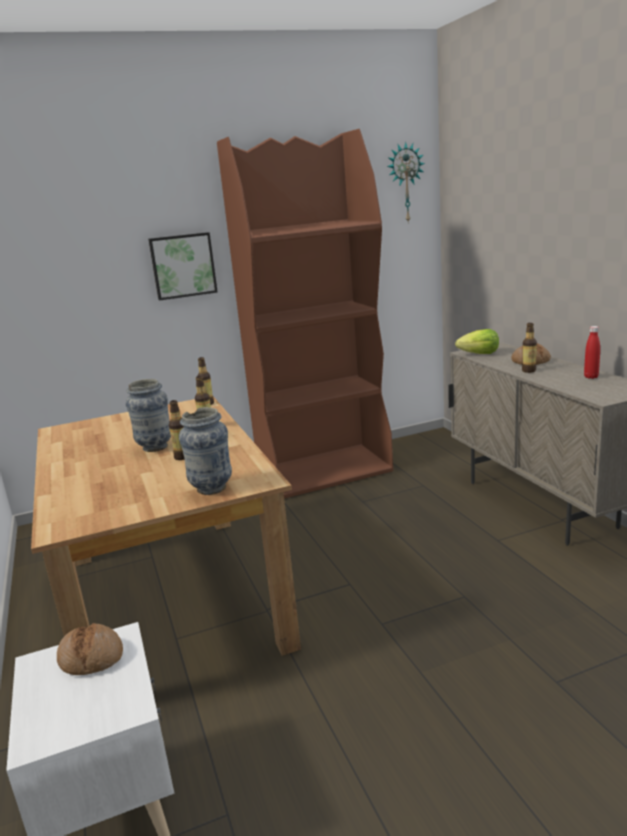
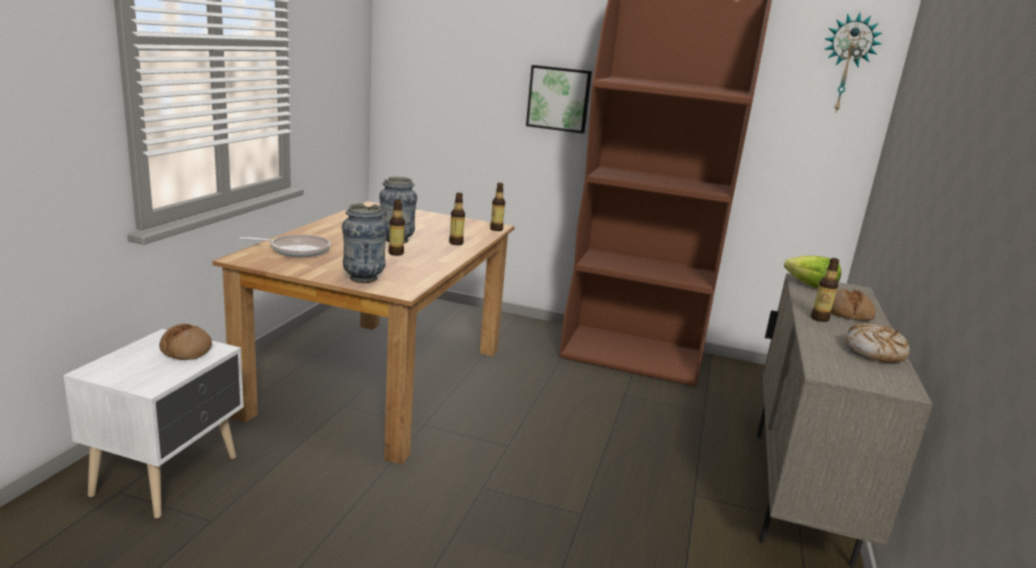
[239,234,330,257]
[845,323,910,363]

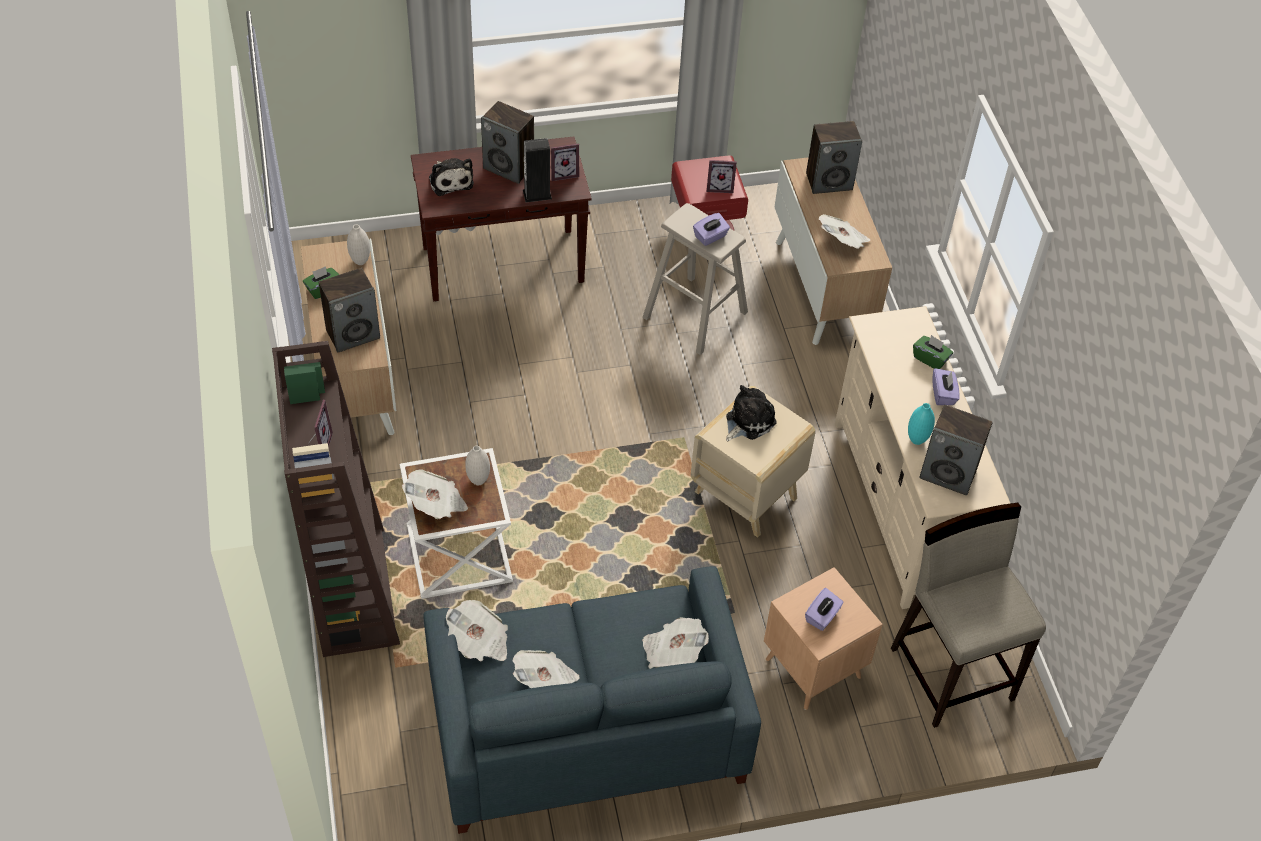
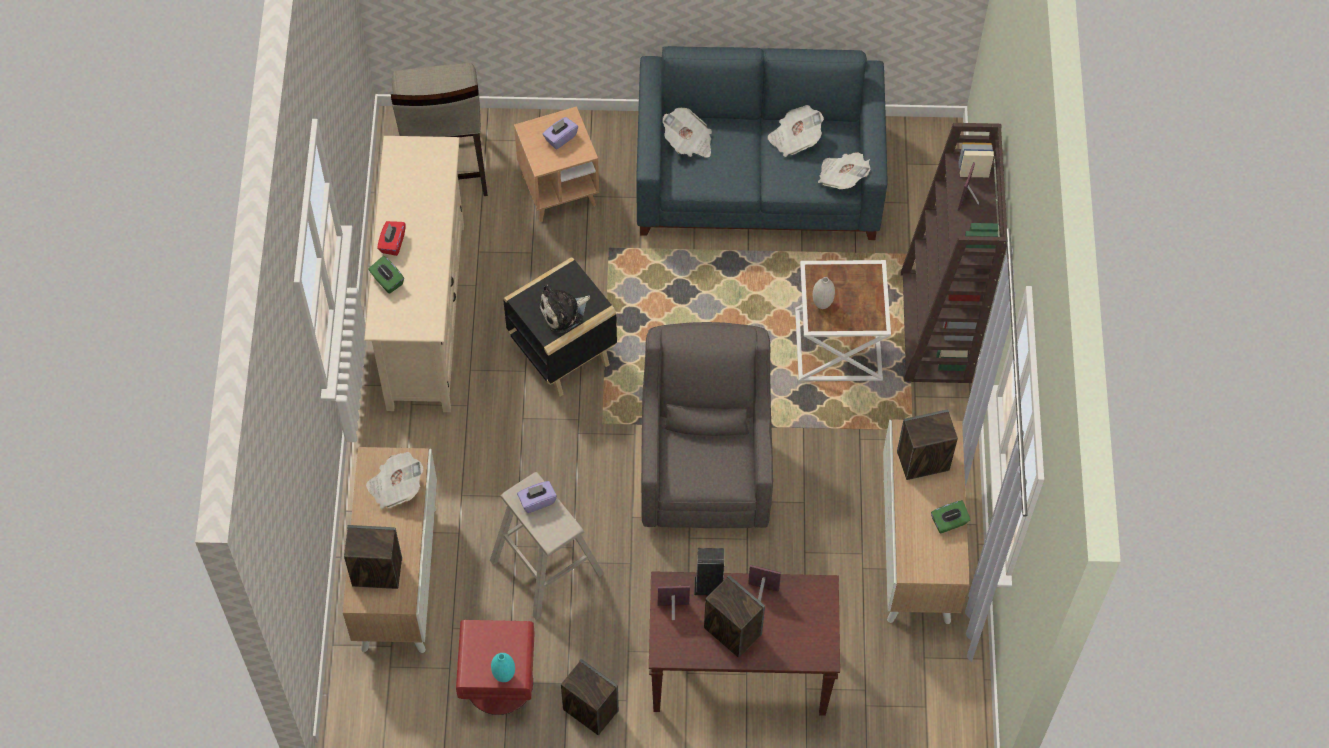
[347,224,370,265] (first image)
[402,469,468,519] (first image)
[429,158,474,196] (first image)
[641,322,773,528]
[748,565,781,602]
[491,653,515,682]
[561,659,619,735]
[503,258,617,397]
[377,221,406,256]

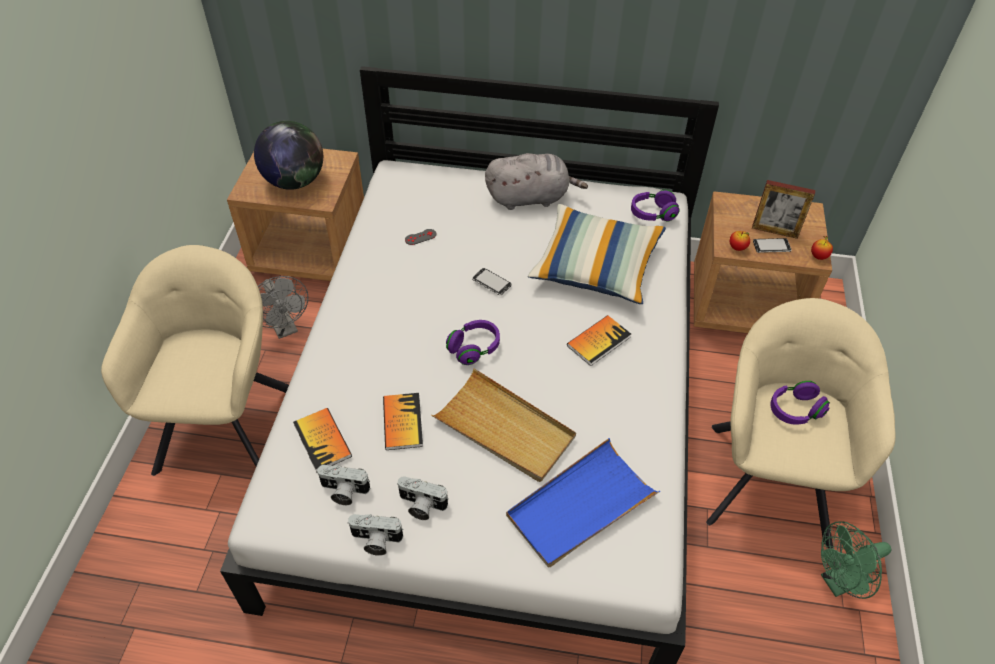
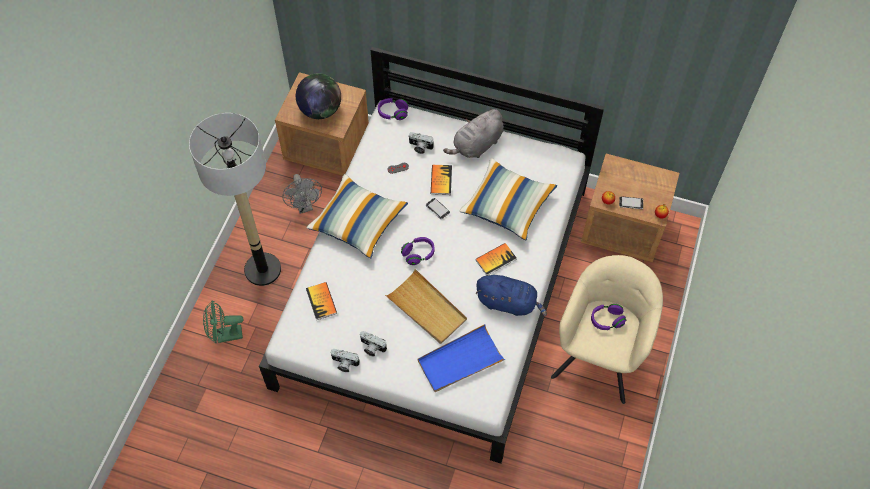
[752,180,815,239] (first image)
[306,174,408,259]
[475,275,547,316]
[409,132,434,154]
[431,165,452,195]
[378,98,408,120]
[203,300,243,343]
[189,113,281,286]
[443,109,503,158]

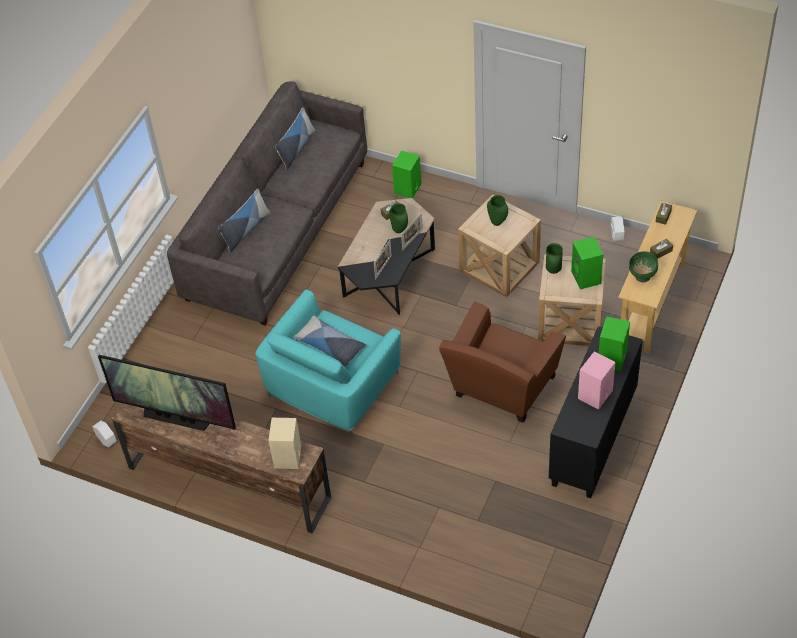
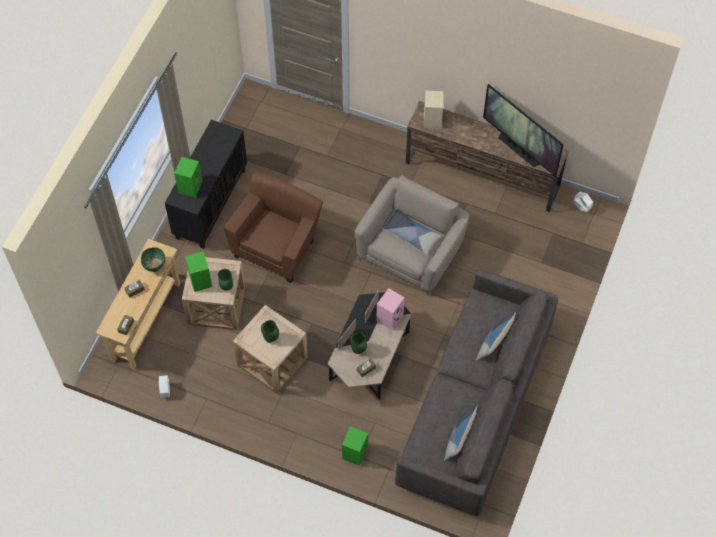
[376,288,405,330]
[354,175,469,296]
[483,84,564,177]

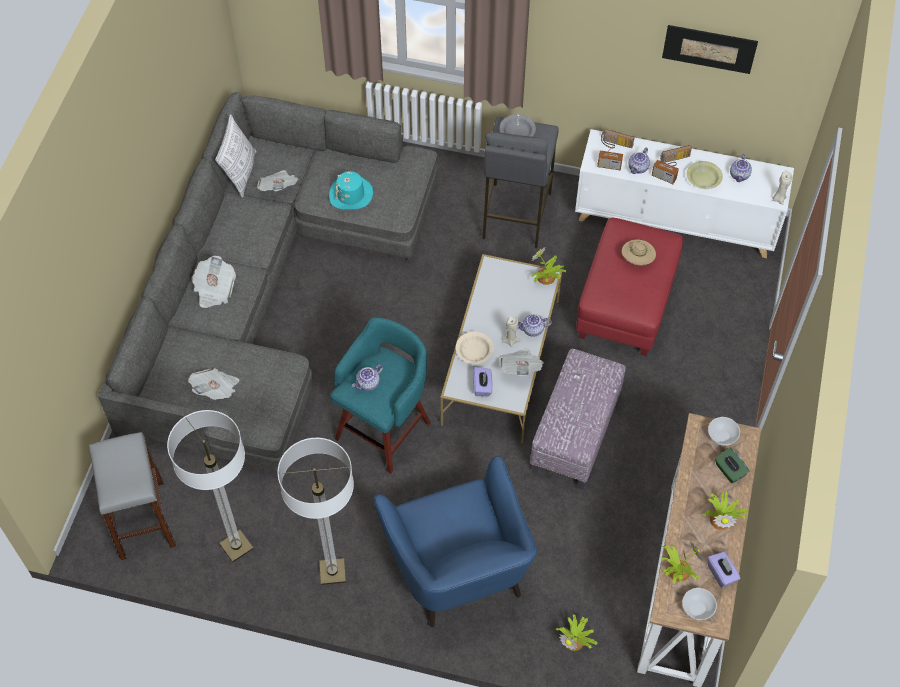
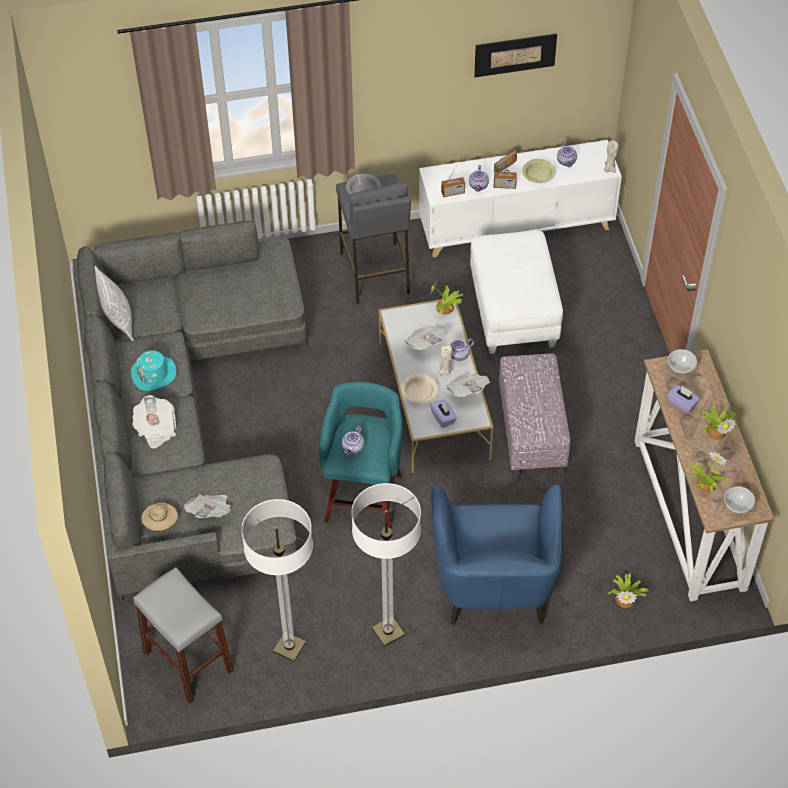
[601,129,634,148] (first image)
[715,447,749,483] (first image)
[404,326,448,350]
[131,350,177,391]
[141,503,178,531]
[668,385,700,414]
[470,231,563,354]
[431,484,562,625]

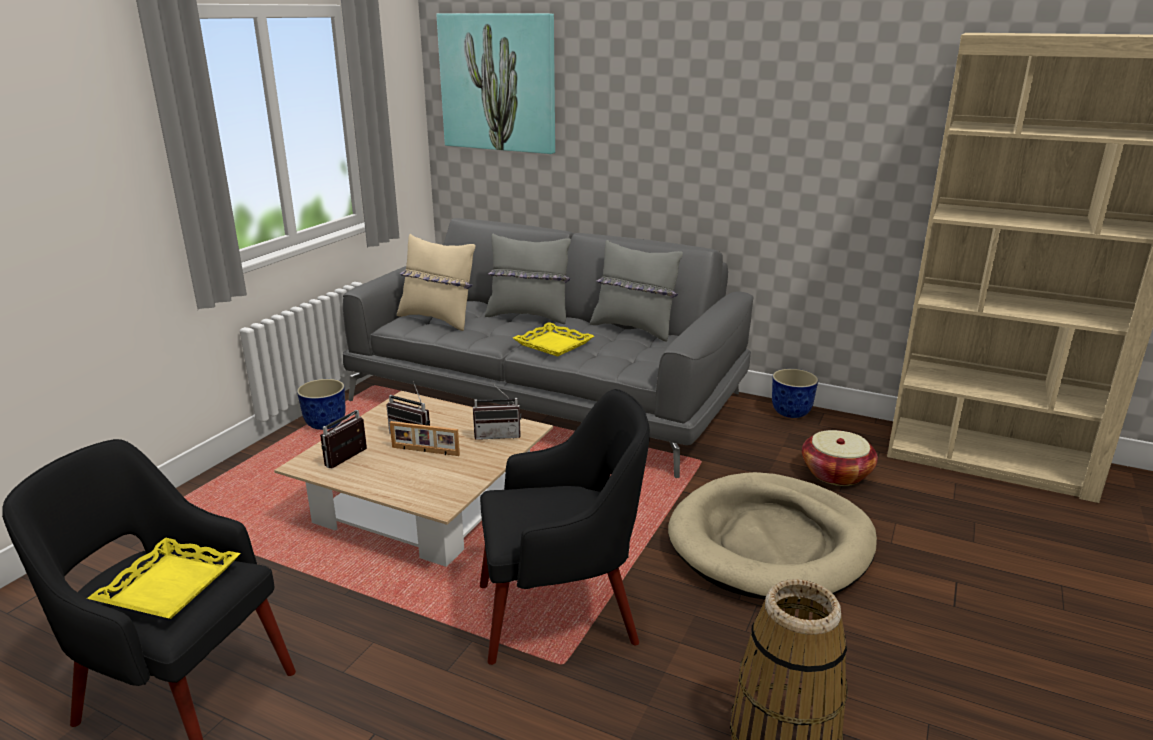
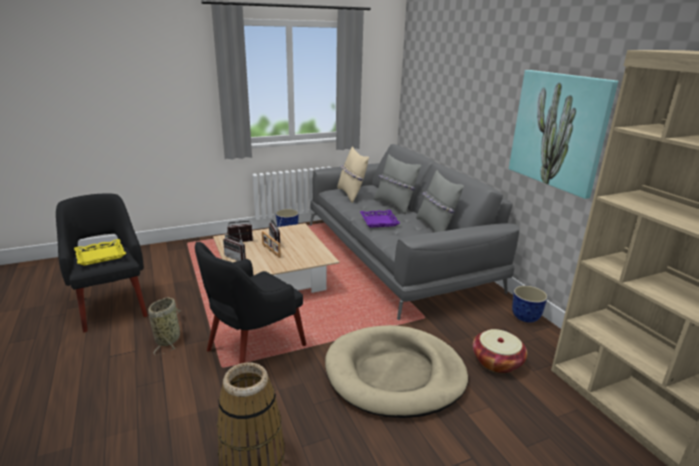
[148,297,181,355]
[509,70,618,199]
[223,230,246,261]
[360,210,400,228]
[195,242,306,364]

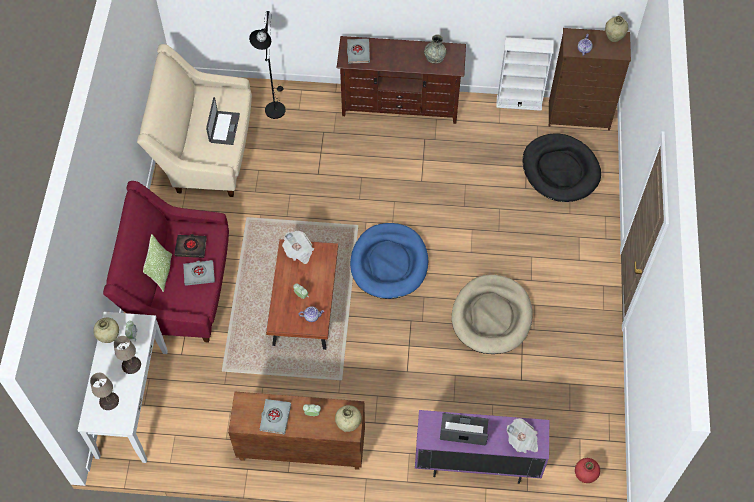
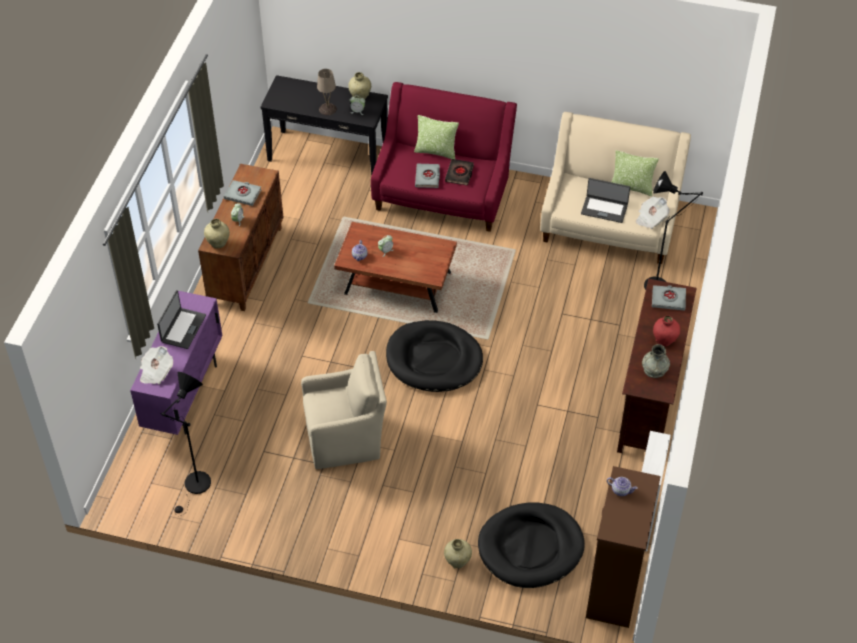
[90,373,119,410] (first image)
[161,372,211,516]
[612,150,659,196]
[635,196,670,229]
[653,315,680,346]
[444,539,472,568]
[301,351,387,469]
[261,75,388,176]
[386,320,483,392]

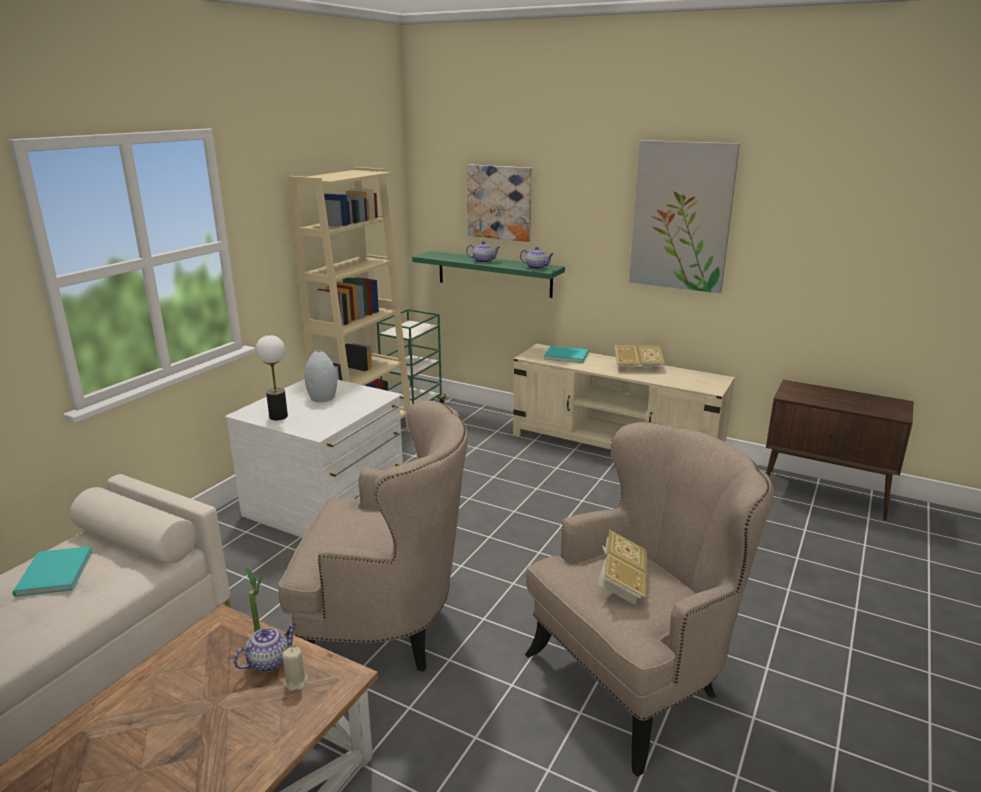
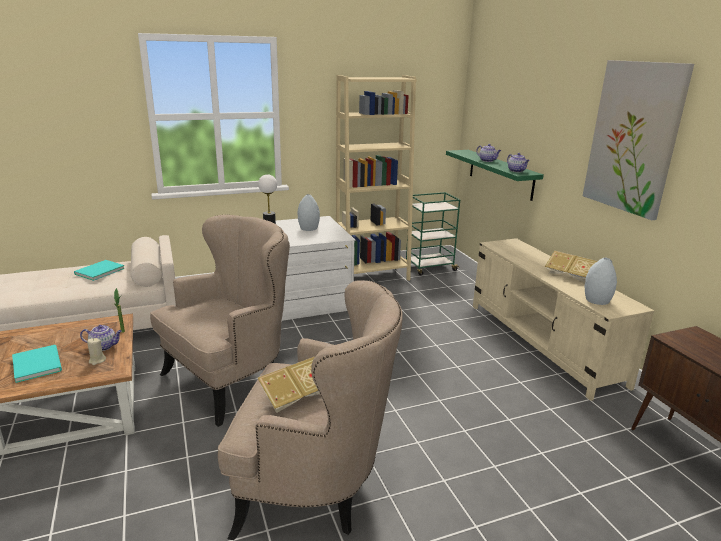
[467,164,532,242] (first image)
[585,258,617,305]
[12,345,62,383]
[150,215,290,427]

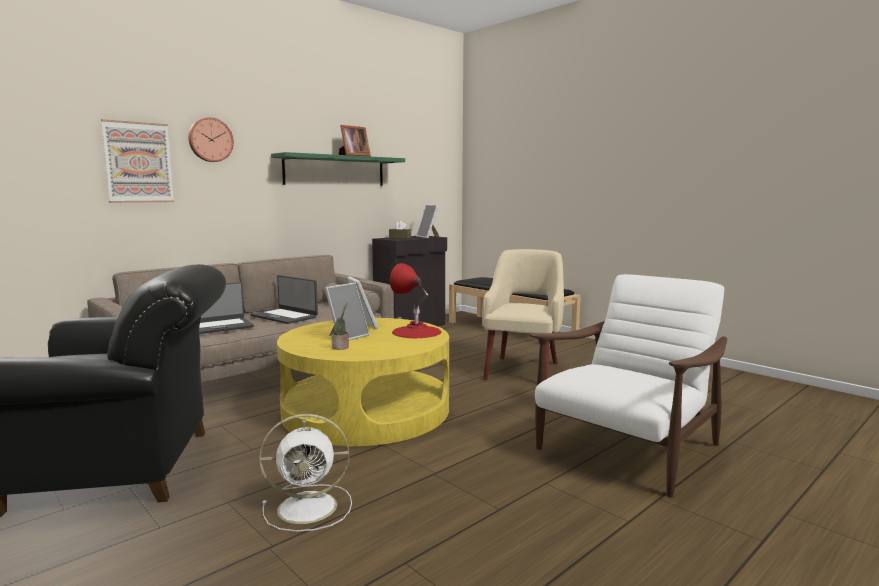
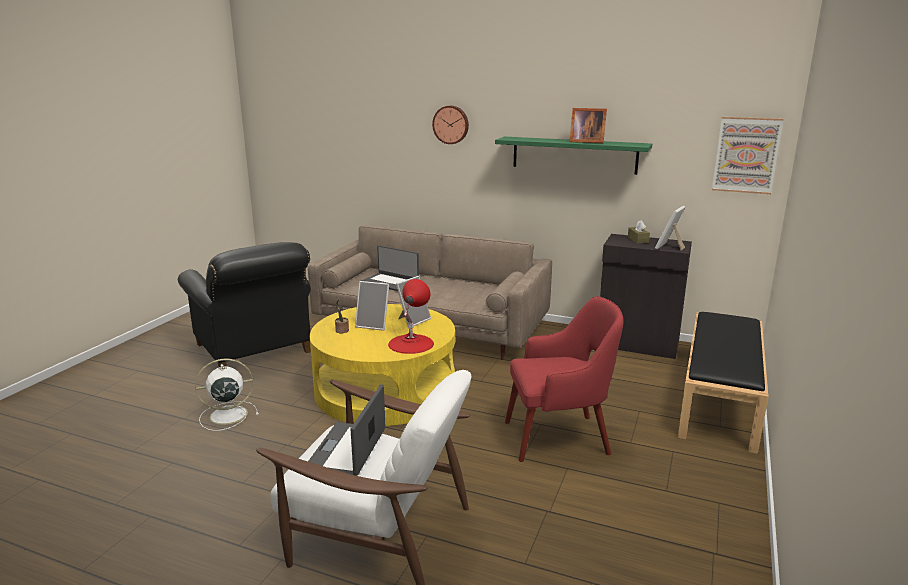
[712,117,784,194]
[308,384,386,476]
[505,296,624,462]
[195,358,259,431]

